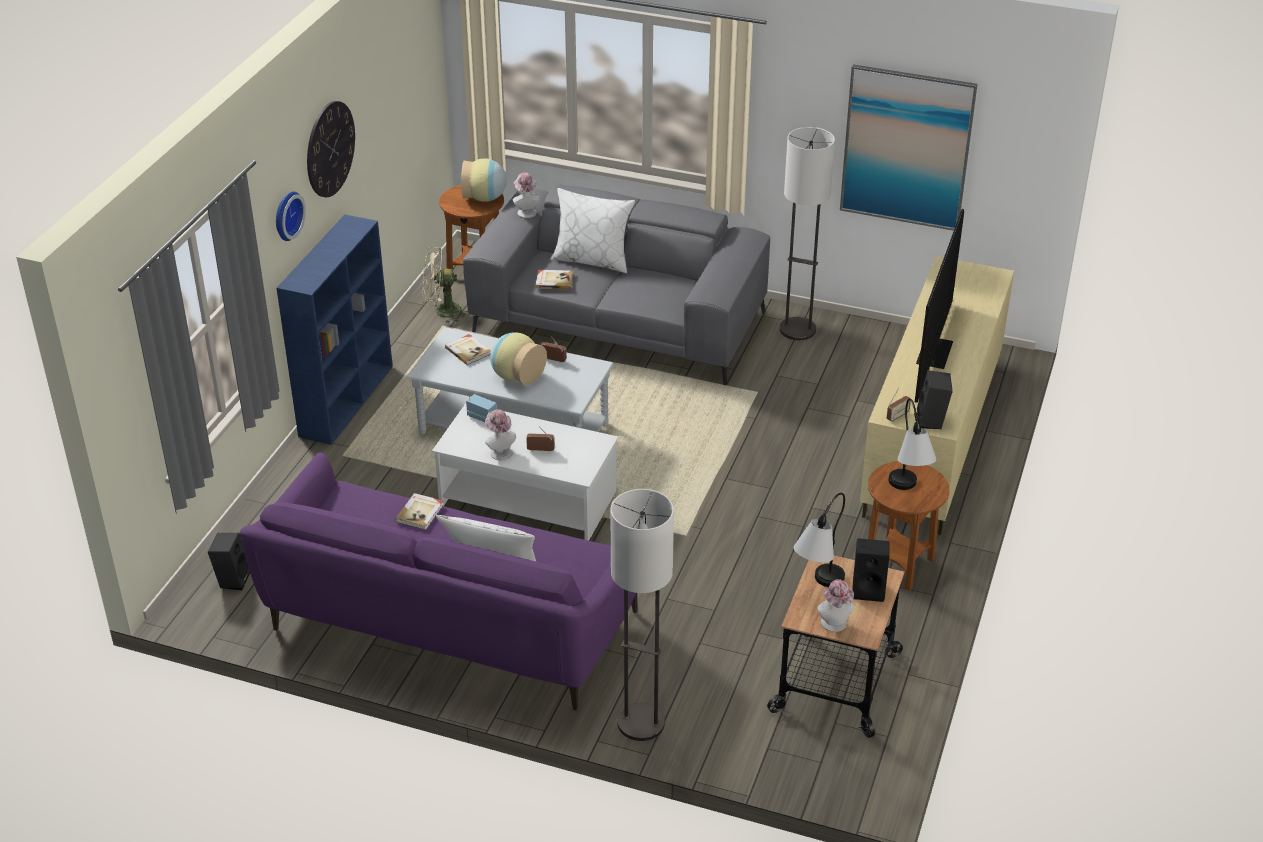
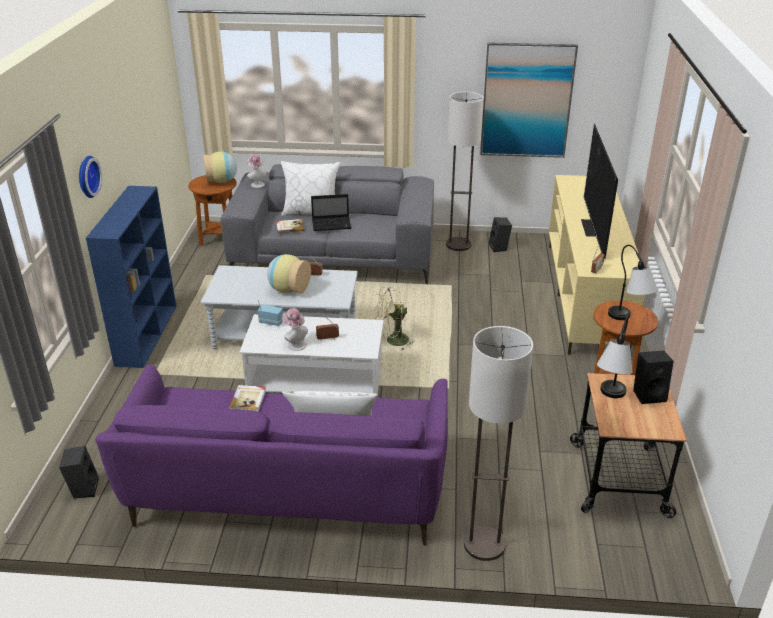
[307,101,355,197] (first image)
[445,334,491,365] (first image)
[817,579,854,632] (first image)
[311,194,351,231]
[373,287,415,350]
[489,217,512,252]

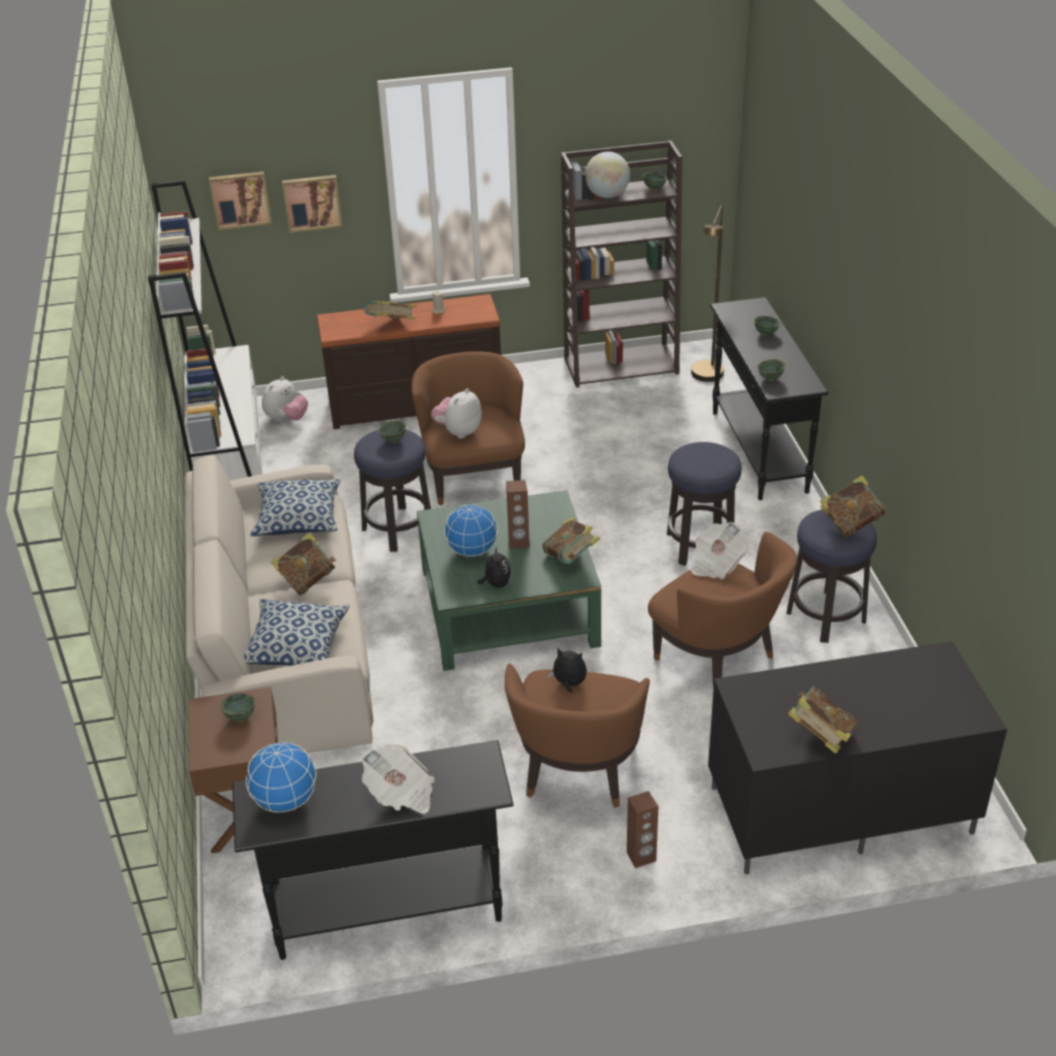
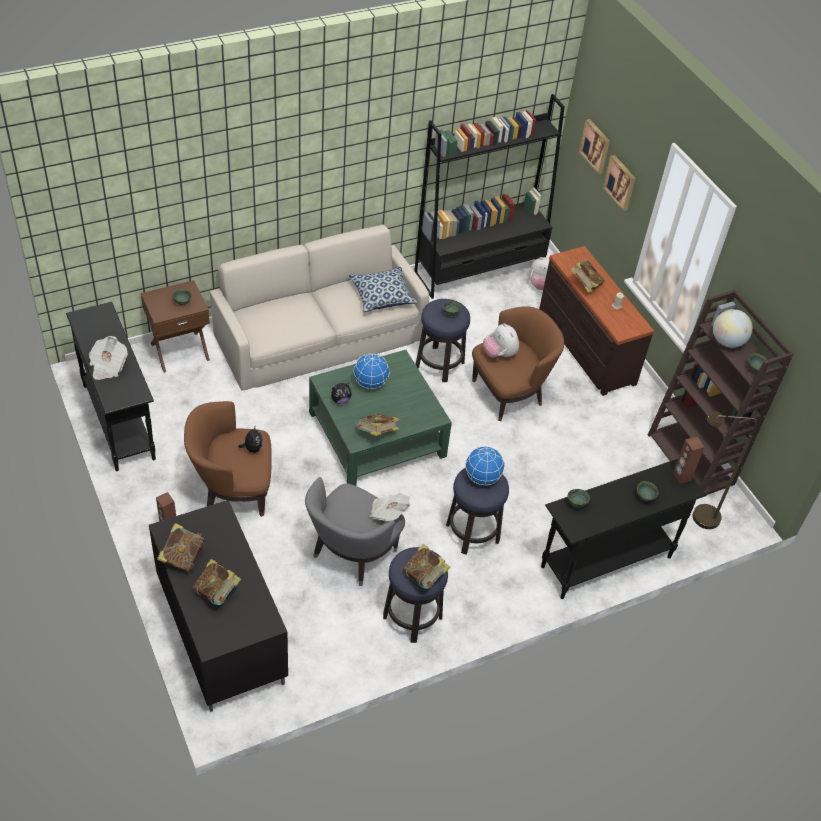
[244,599,349,666] (first image)
[465,446,505,485]
[193,559,241,605]
[673,437,704,484]
[414,94,565,299]
[305,477,405,586]
[483,323,519,358]

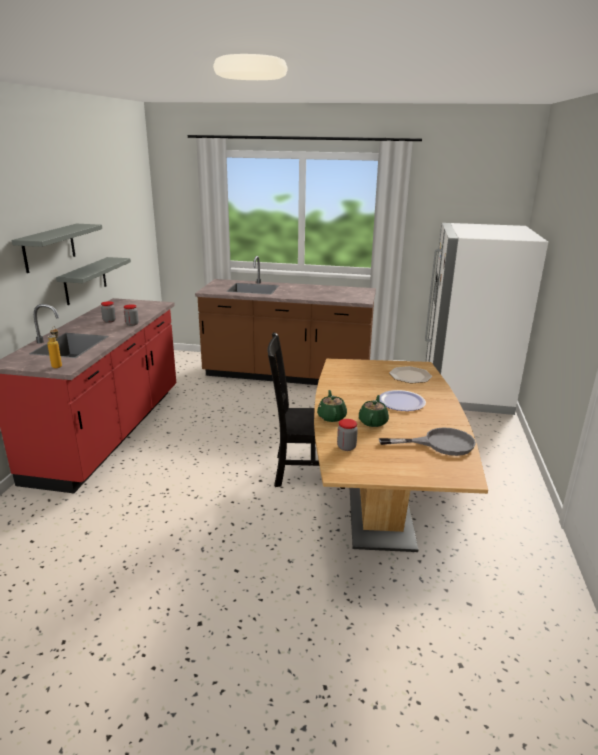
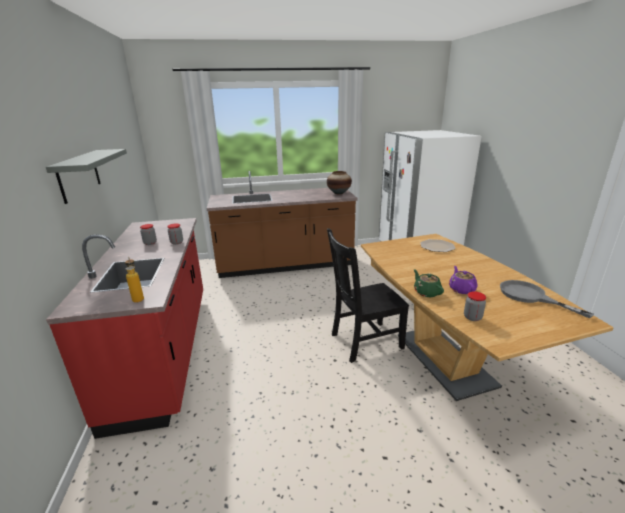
[56,257,131,305] (first image)
[379,390,426,411] (first image)
[327,171,352,194]
[449,266,477,294]
[500,280,594,318]

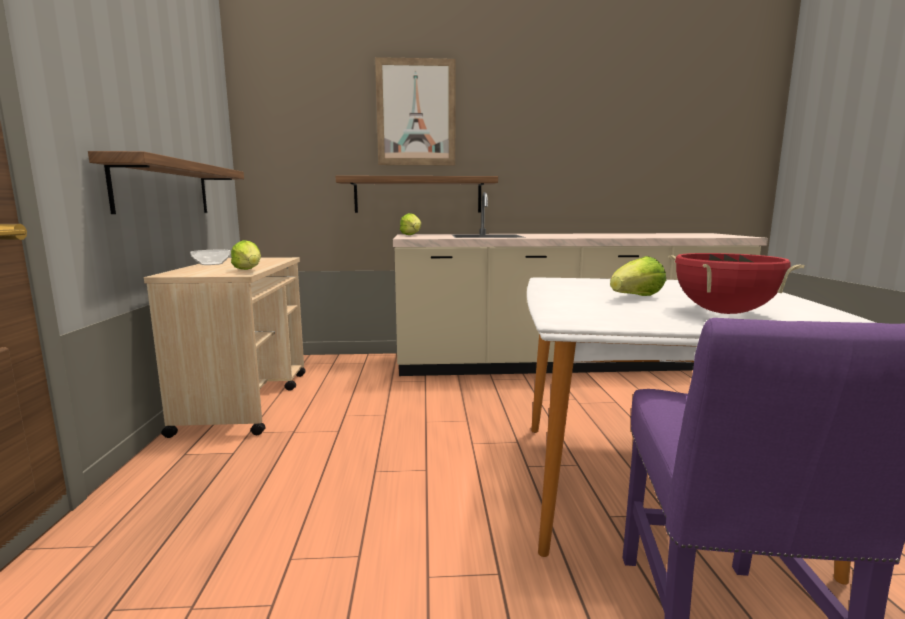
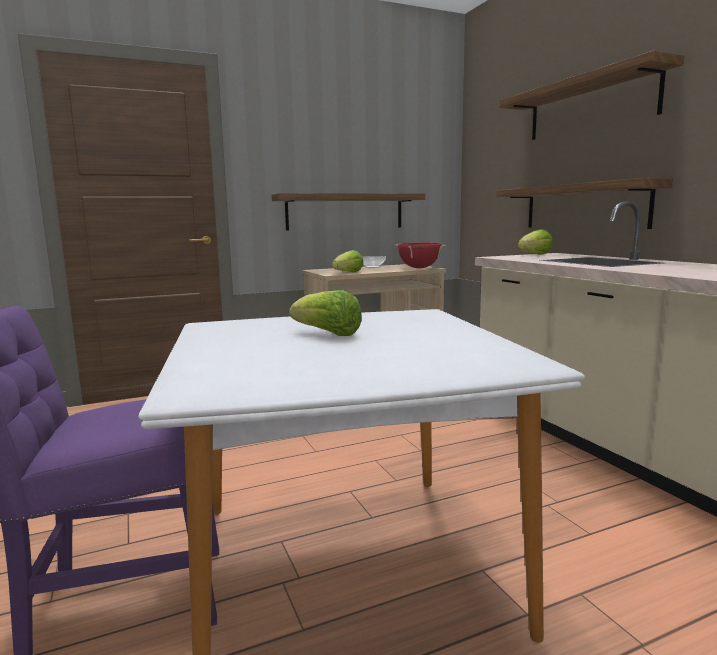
[395,243,446,268]
[499,51,684,140]

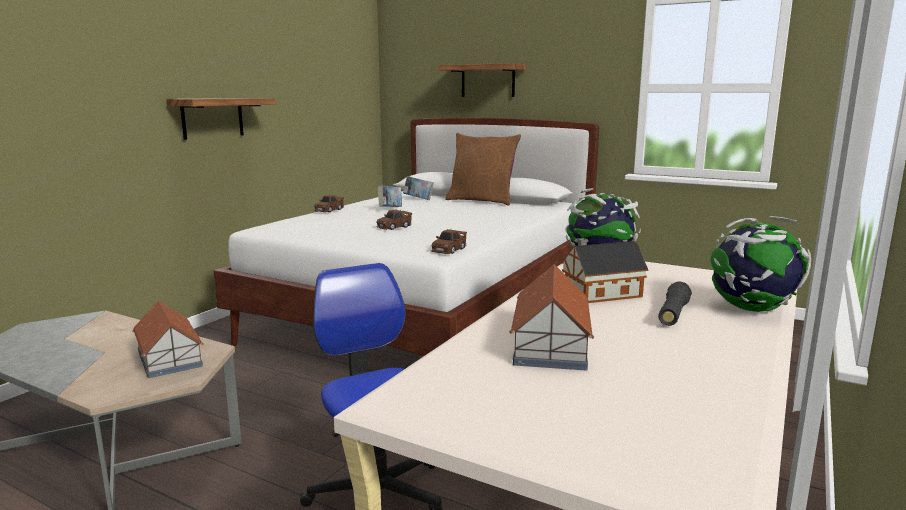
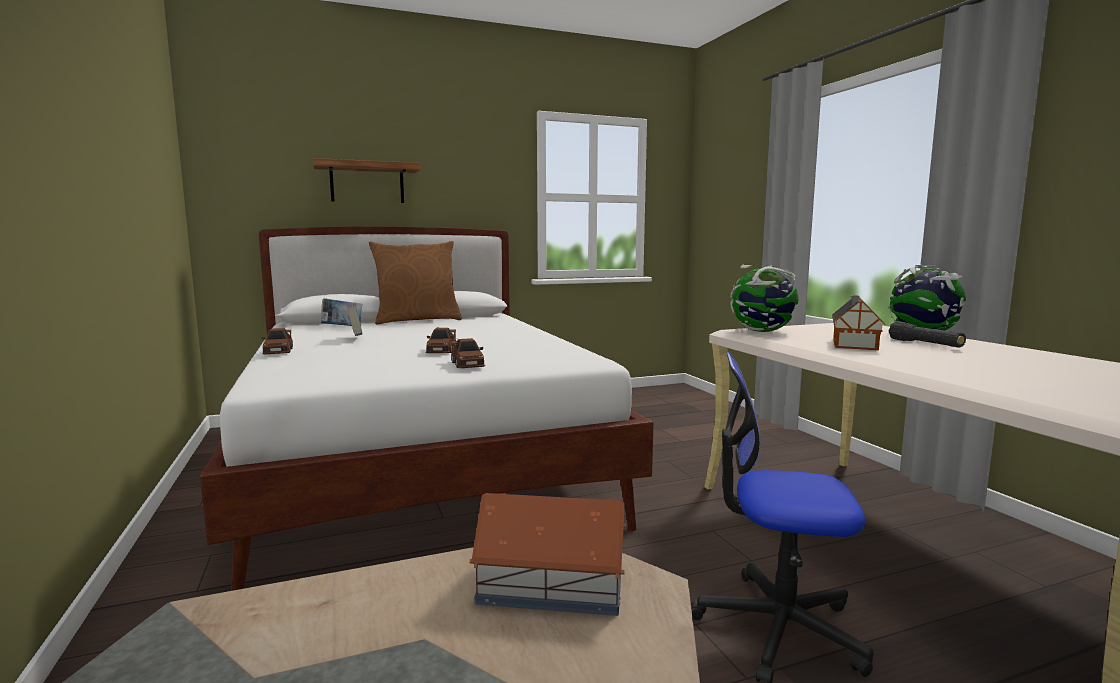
[166,98,276,140] (first image)
[509,264,594,371] (first image)
[451,338,485,368]

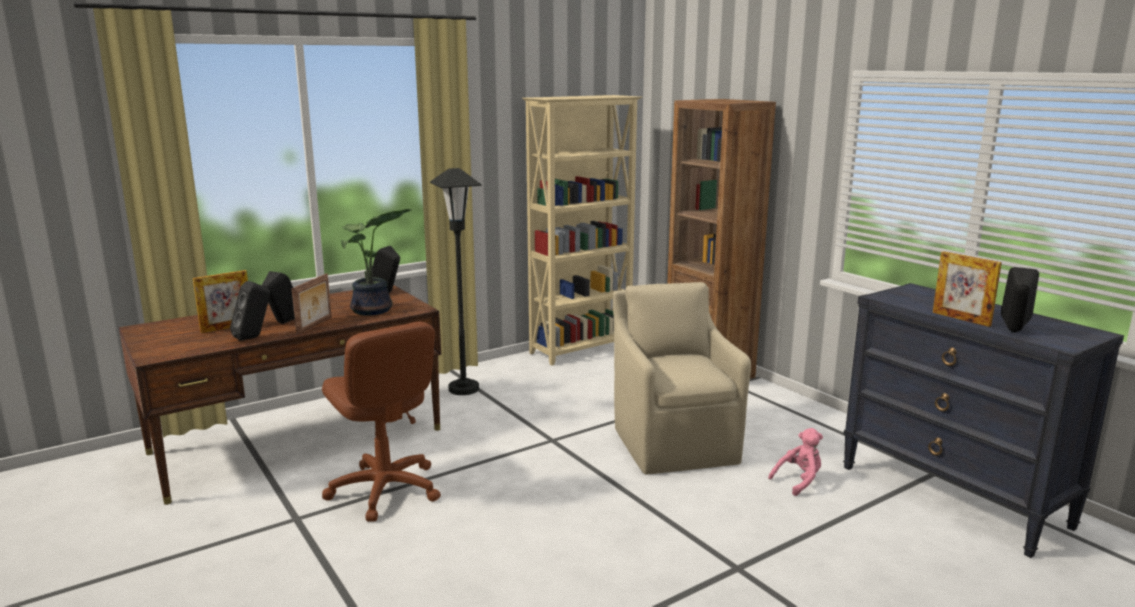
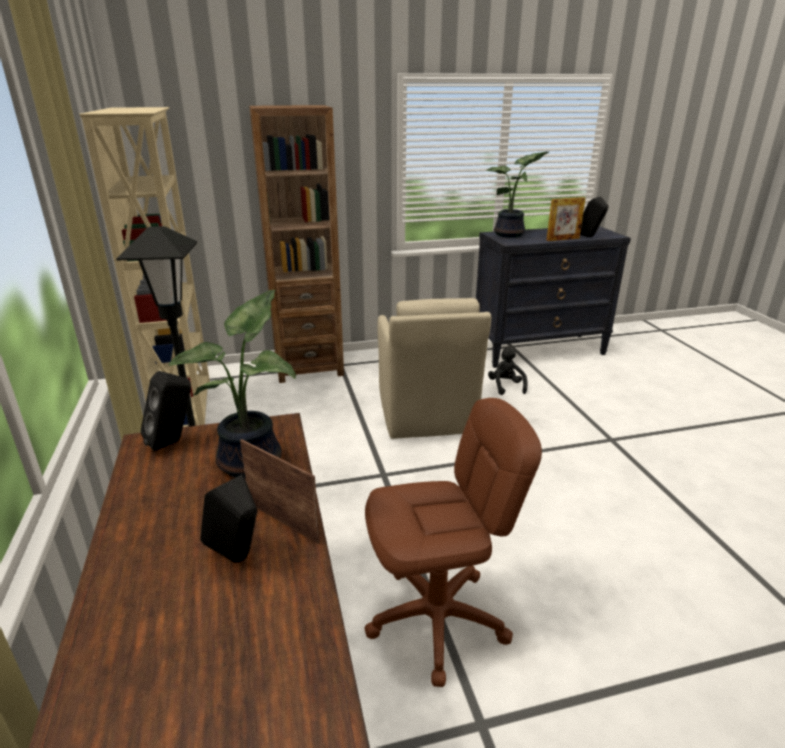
[193,270,248,333] (first image)
[230,281,270,340] (first image)
[486,151,549,238]
[488,347,528,395]
[377,298,491,439]

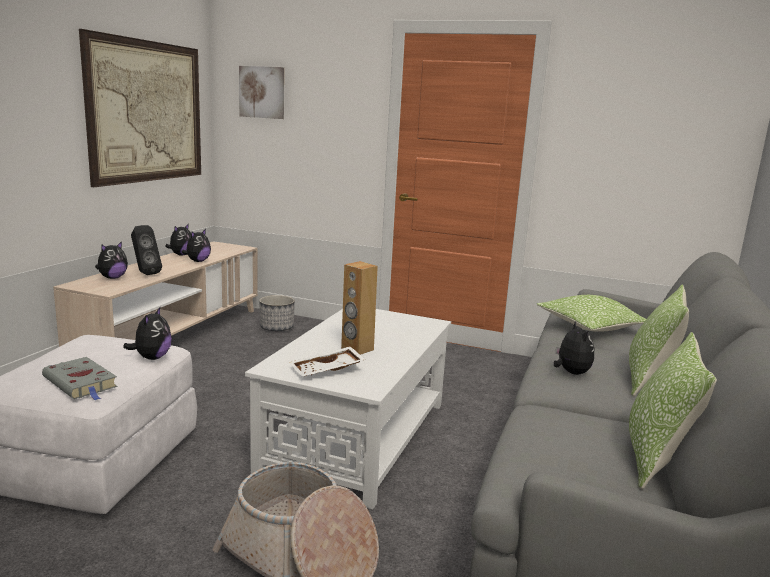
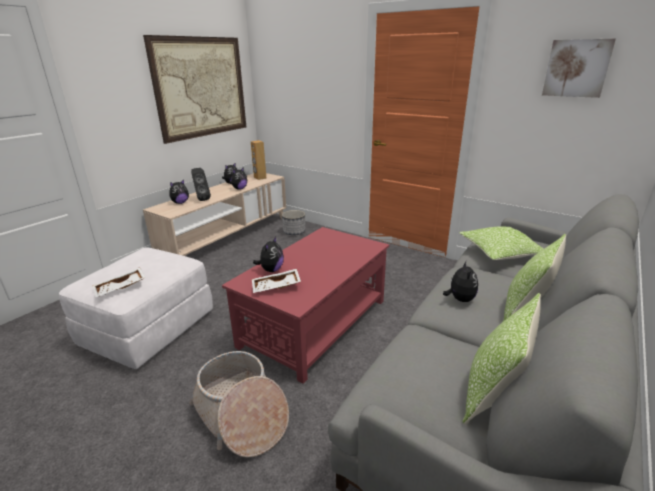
[253,237,284,272]
[542,39,616,98]
[251,140,266,180]
[92,267,146,297]
[222,227,389,383]

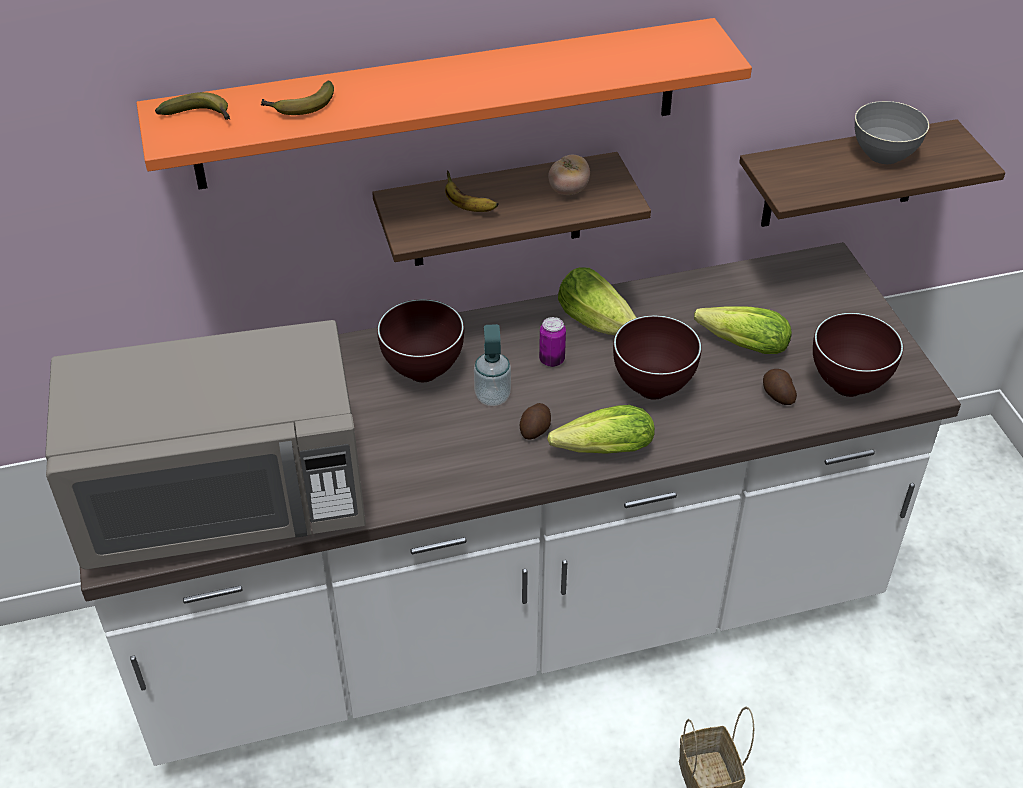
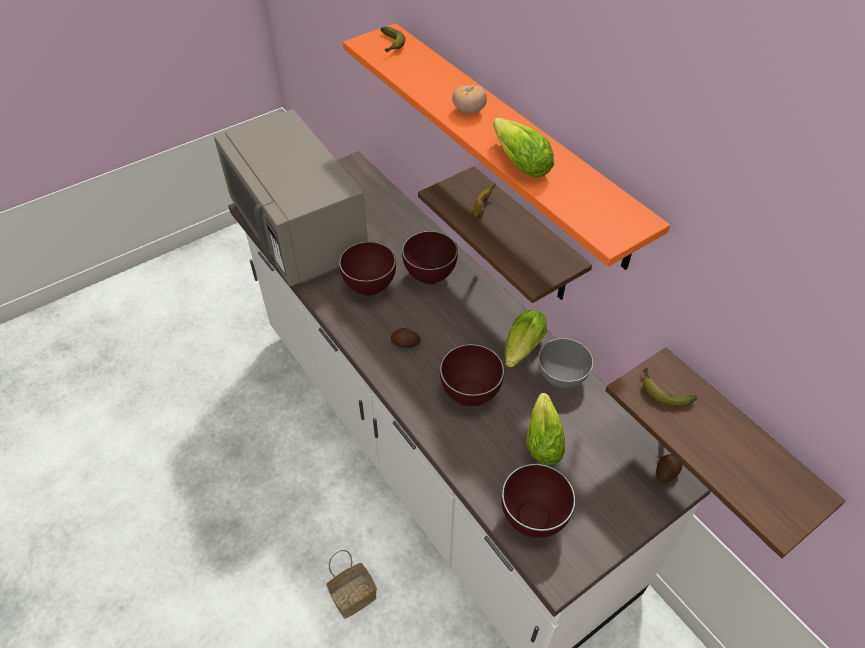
[474,324,511,406] (first image)
[539,317,566,367] (first image)
[339,241,396,296]
[643,368,697,407]
[493,117,554,177]
[452,85,487,114]
[656,454,682,483]
[538,338,593,388]

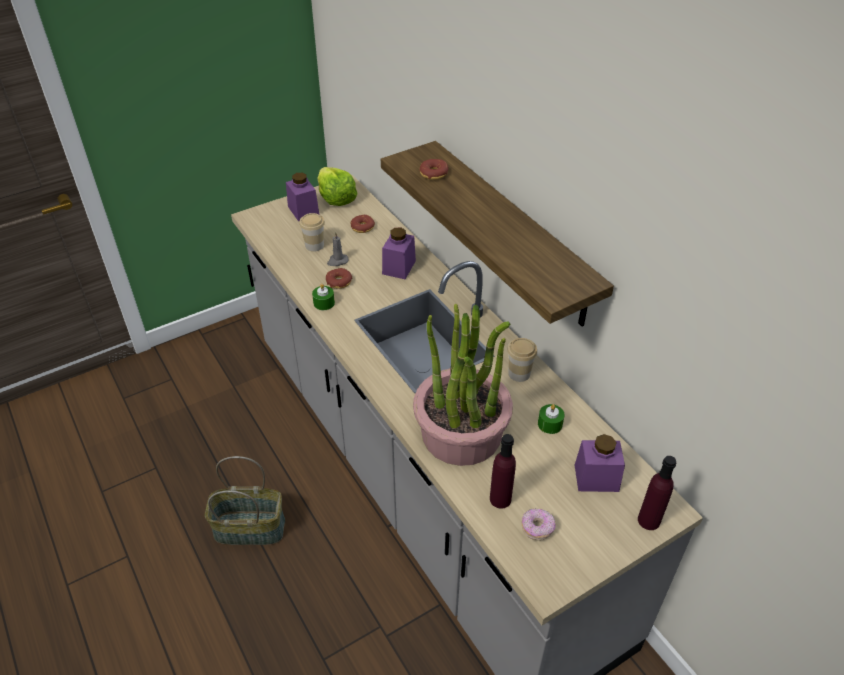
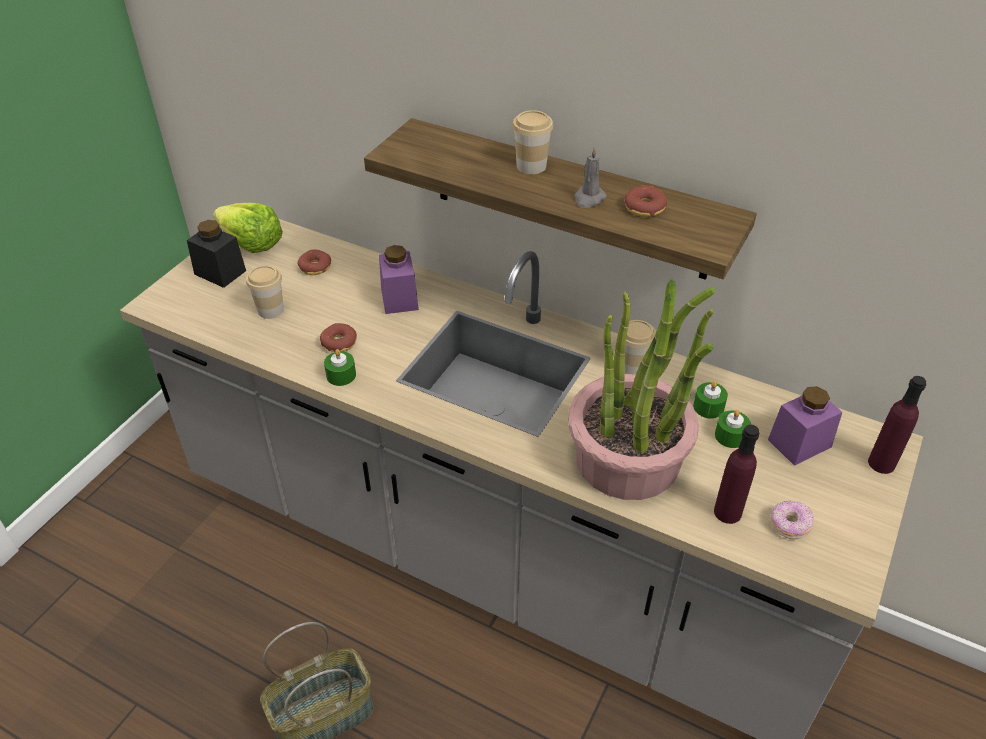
[512,110,553,174]
[715,410,751,448]
[574,146,607,208]
[624,185,667,217]
[187,220,246,288]

